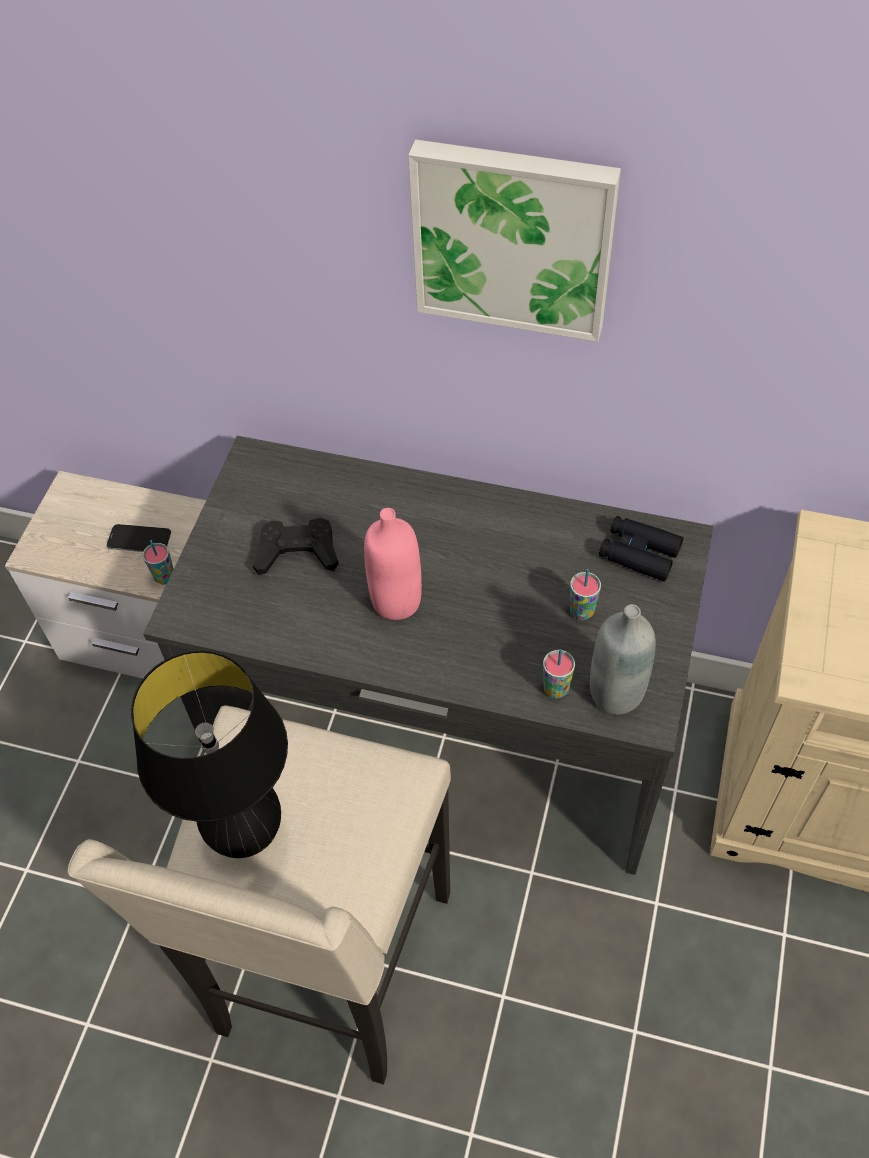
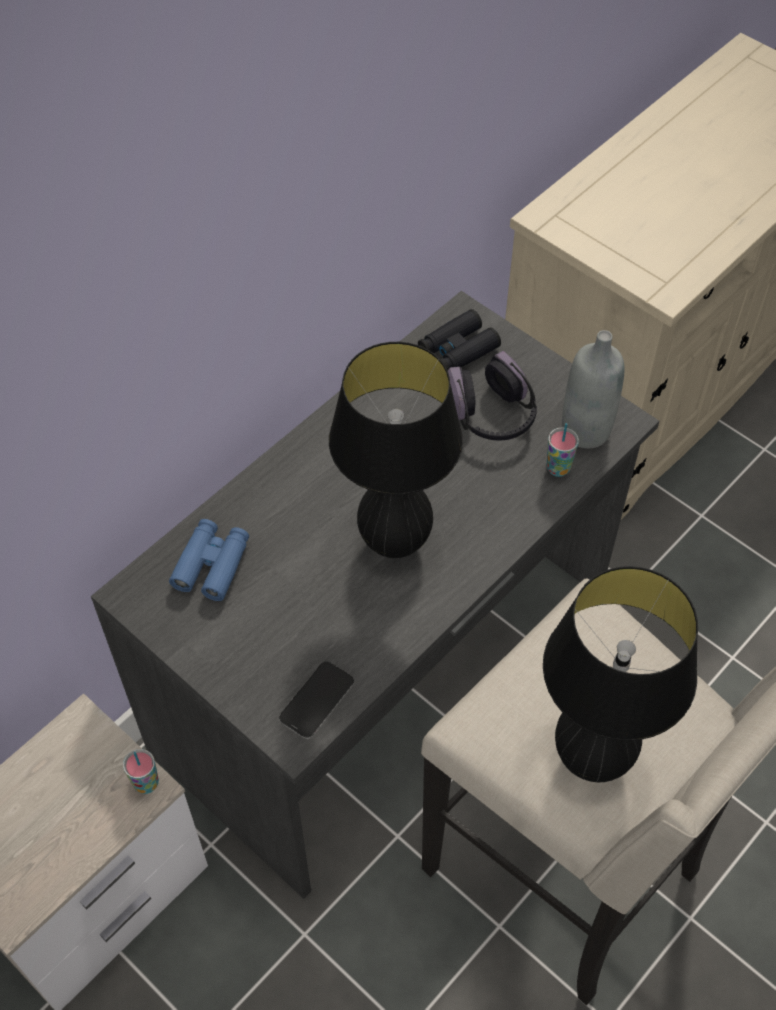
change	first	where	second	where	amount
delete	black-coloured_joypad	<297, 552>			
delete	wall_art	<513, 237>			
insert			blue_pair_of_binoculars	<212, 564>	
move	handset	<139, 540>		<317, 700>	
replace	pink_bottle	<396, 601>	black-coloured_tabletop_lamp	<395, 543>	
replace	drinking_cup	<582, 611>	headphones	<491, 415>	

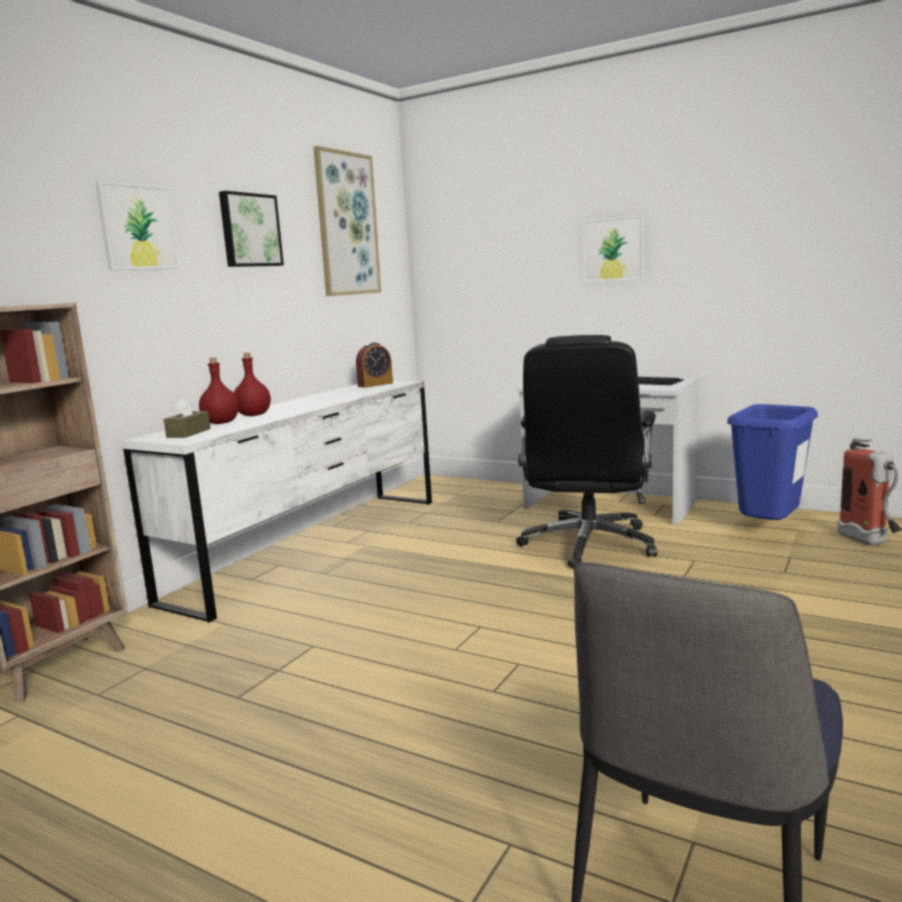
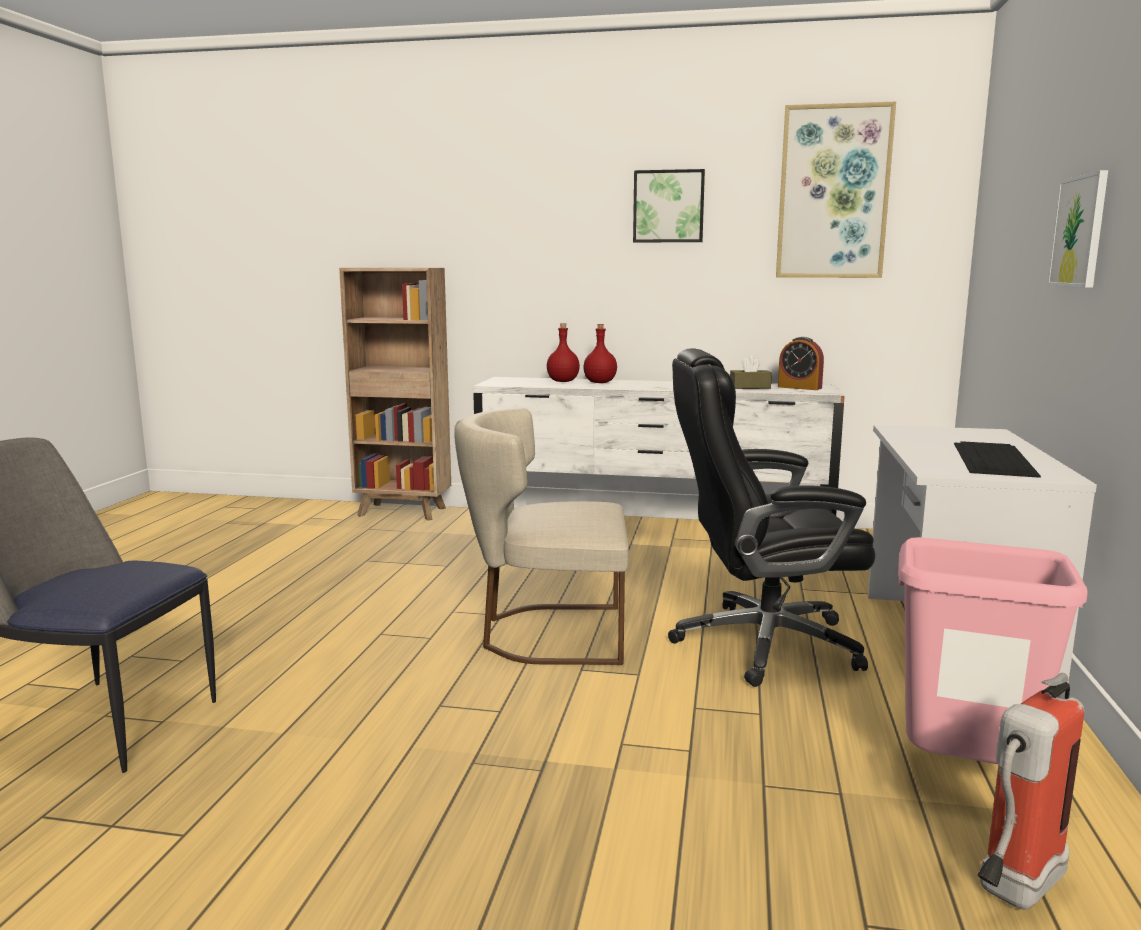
change	first	where	second	where	amount
delete	wall_art	<138, 227>			
insert			beige_upright_chair	<546, 634>	
move	brownish_tissue_holder	<188, 433>		<750, 387>	
recolor	blue_waste_bin	<768, 531>	pink_waste_bin	<961, 777>	

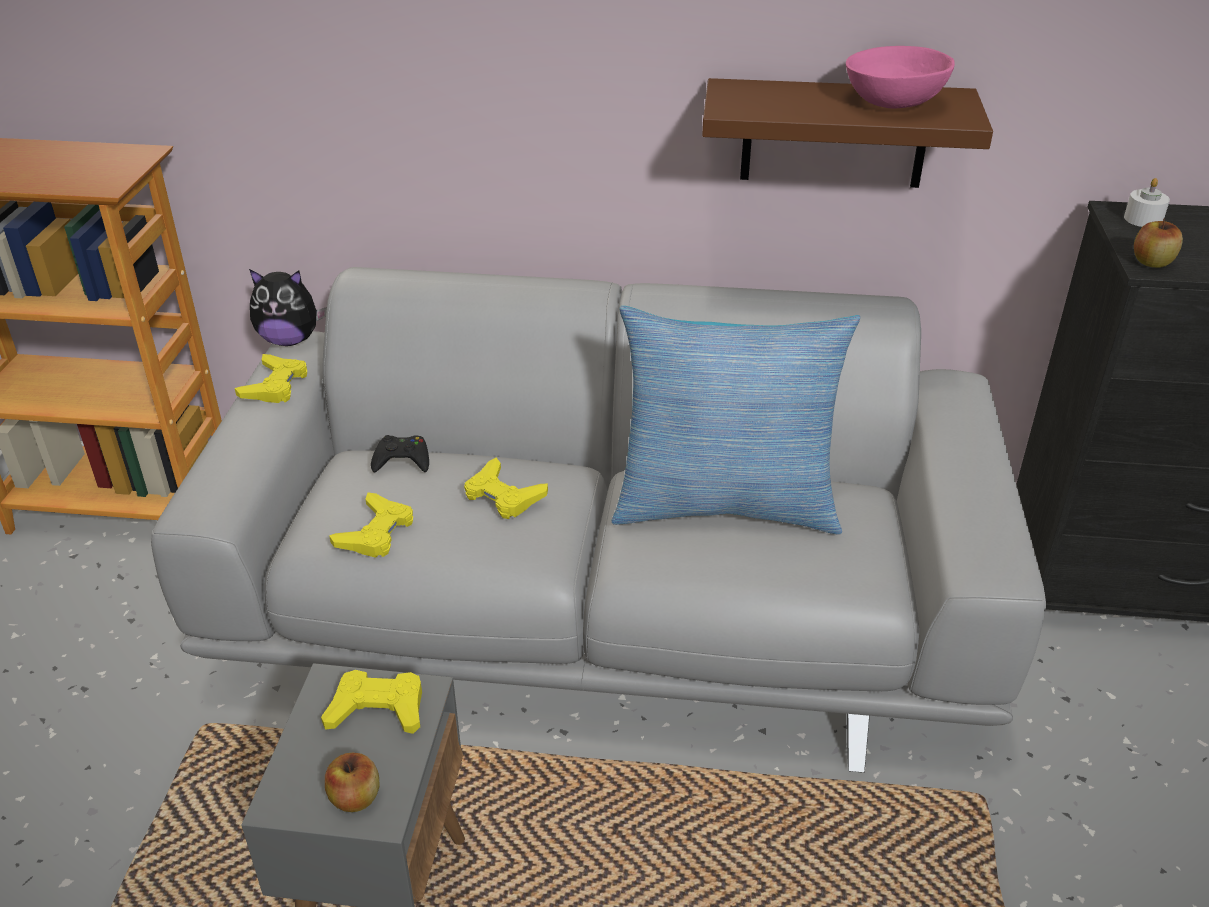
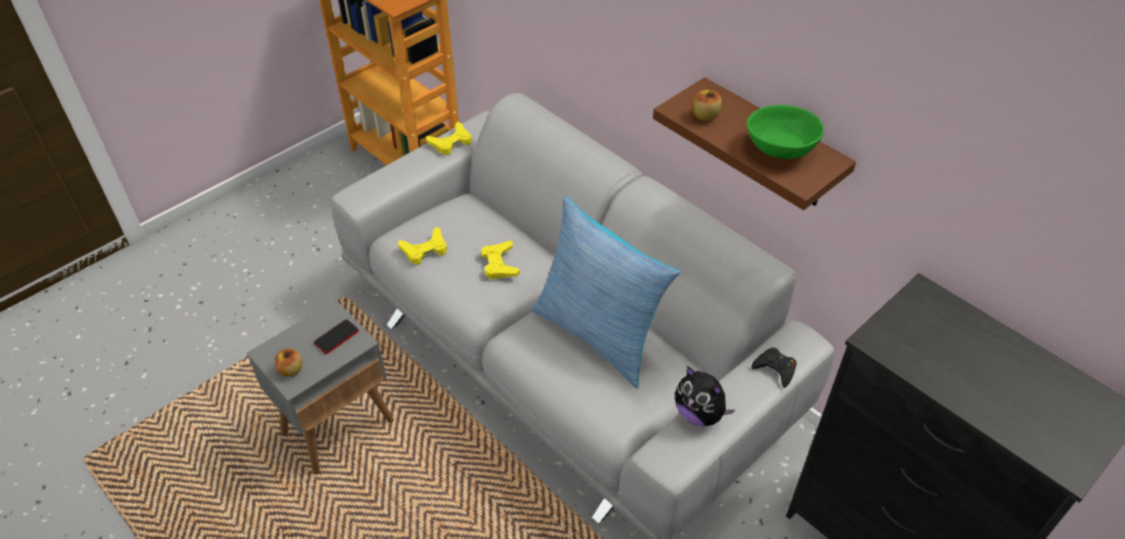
change	first	where	second	where	amount
delete	white-coloured_wax_candle	<1143, 219>			
move	plush_toy	<290, 340>		<699, 414>	
move	black-coloured_joypad	<402, 460>		<775, 369>	
move	whole_apple	<1151, 262>		<705, 116>	
replace	yellow_joypad	<377, 709>	handset	<336, 337>	
recolor	pink_deep_dish	<895, 103>	green-coloured_deep_dish	<781, 149>	

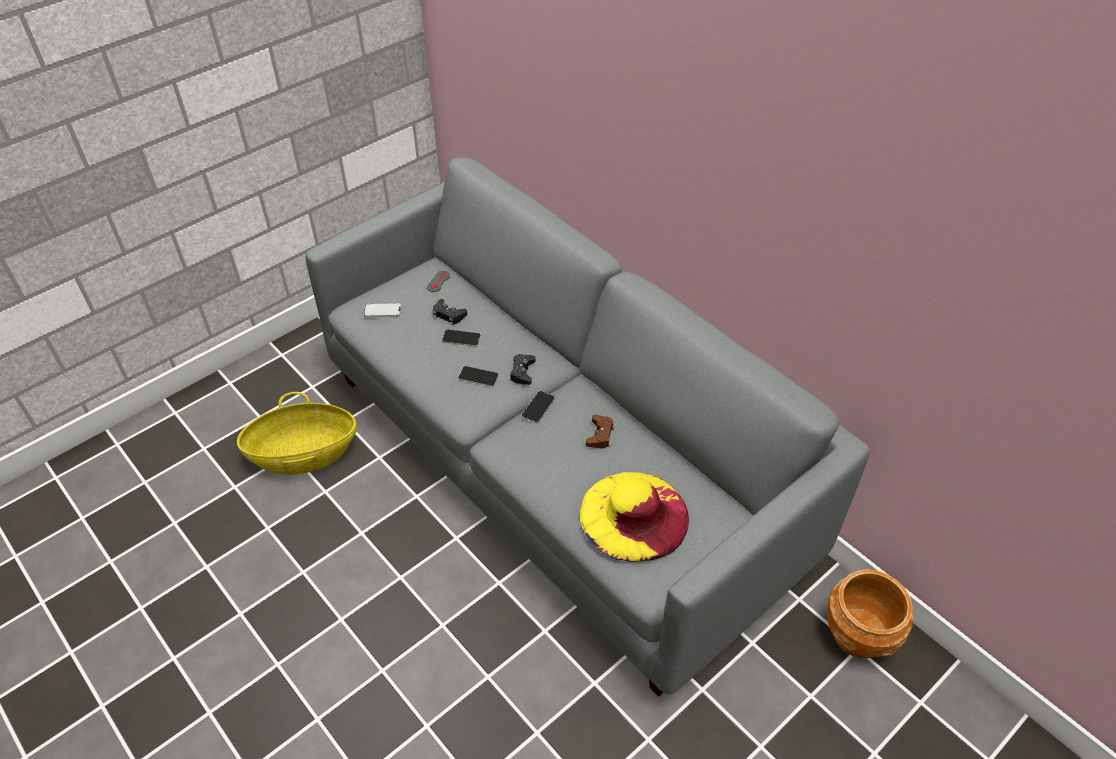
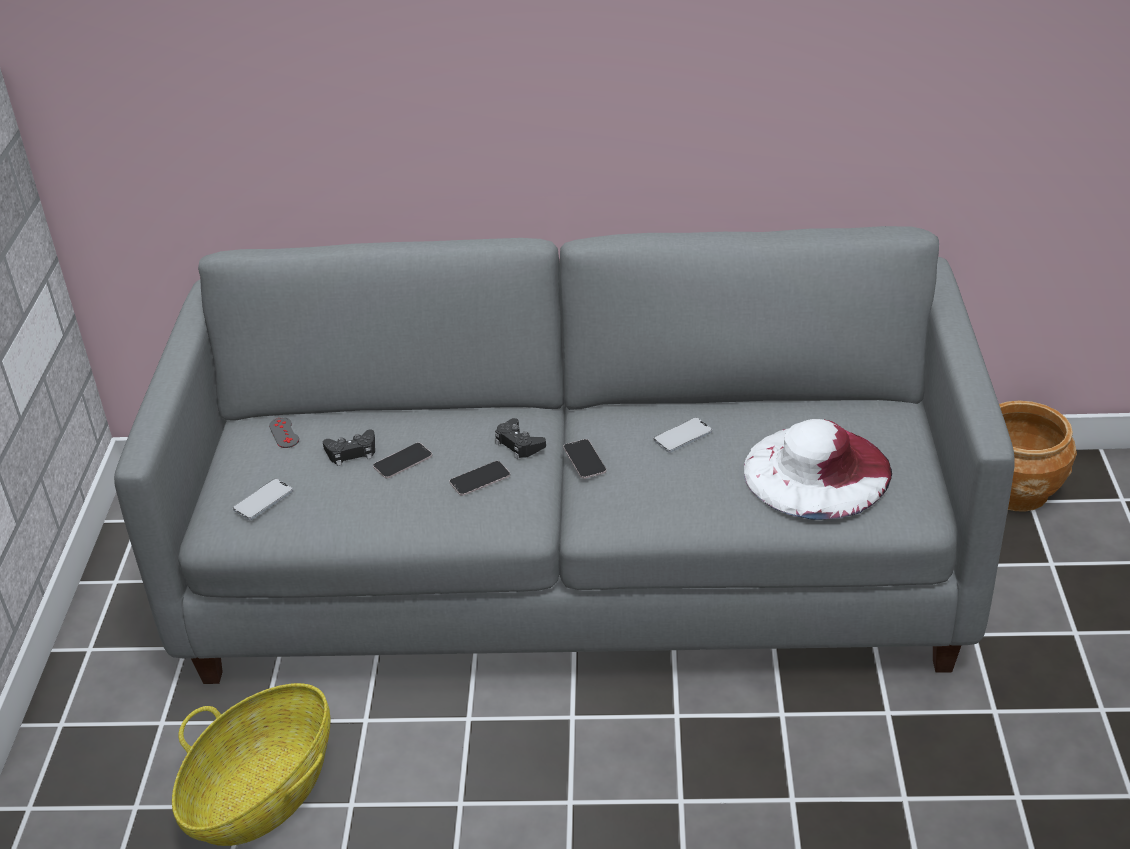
change	first	where	second	where	amount
replace	brownish_joypad	<600, 435>	handset	<683, 436>	
recolor	yellow_clothing_hat	<633, 515>	white-coloured_clothing_hat	<817, 471>	

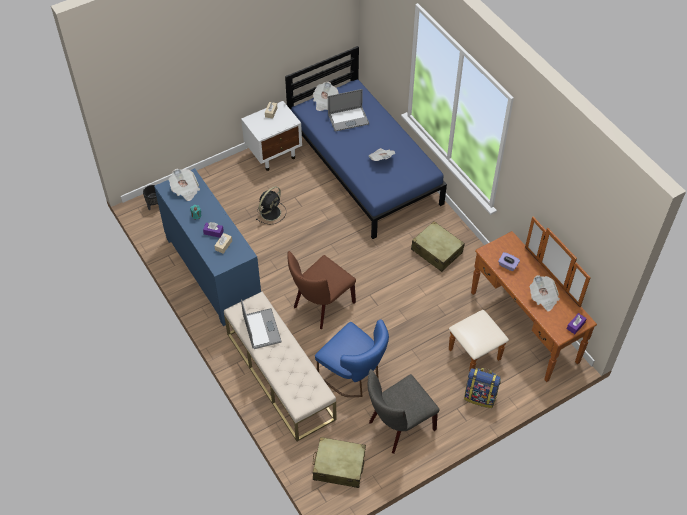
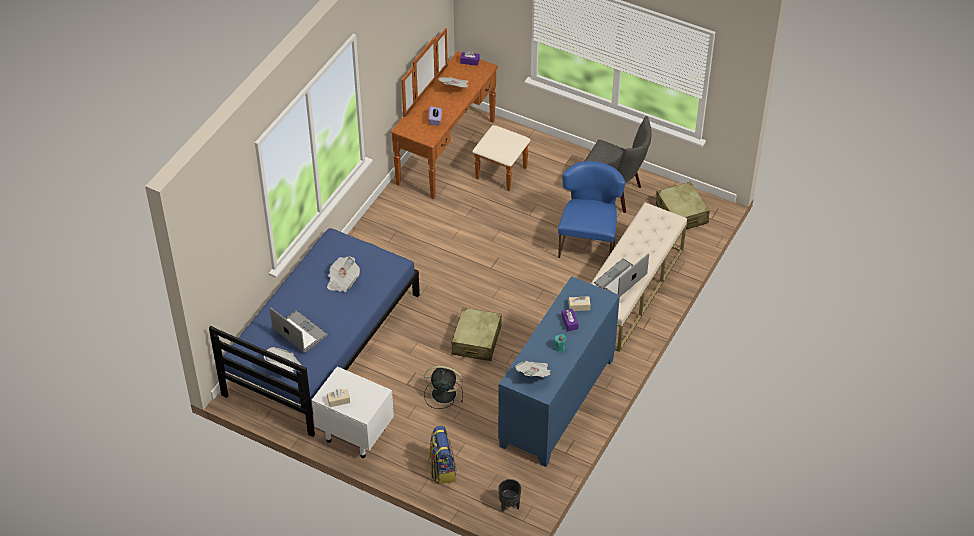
change	first	where	second	where	amount
delete	brownish_upright_chair	<321, 306>			
move	beige_suitcase	<436, 251>		<476, 341>	
move	backpack	<480, 396>		<442, 469>	

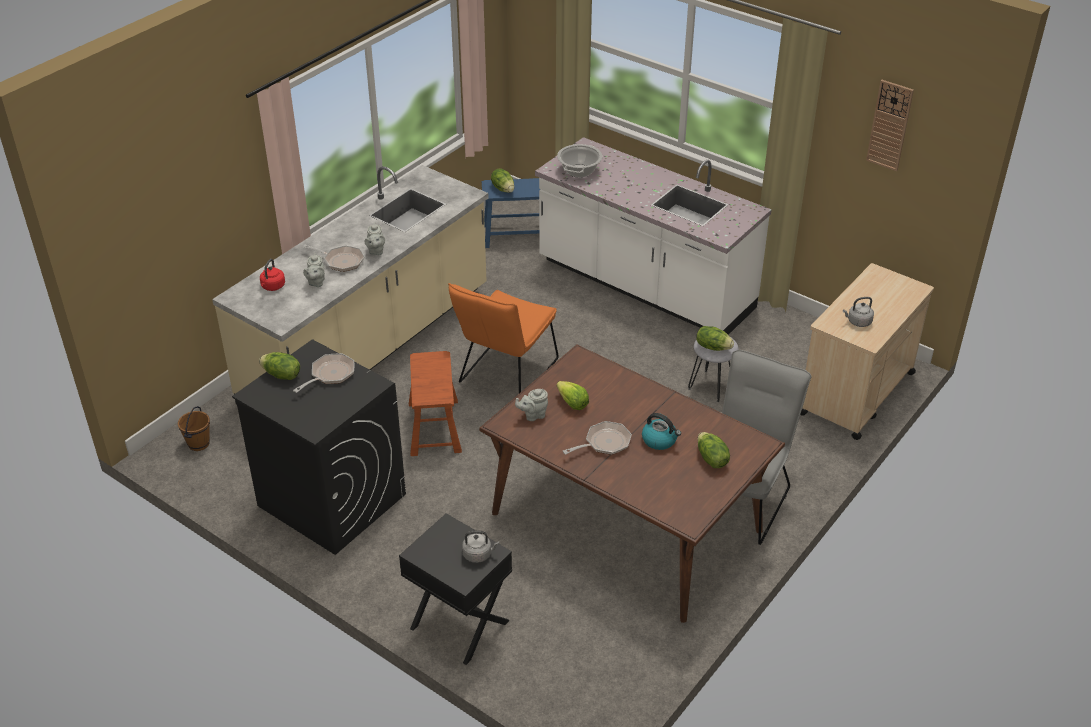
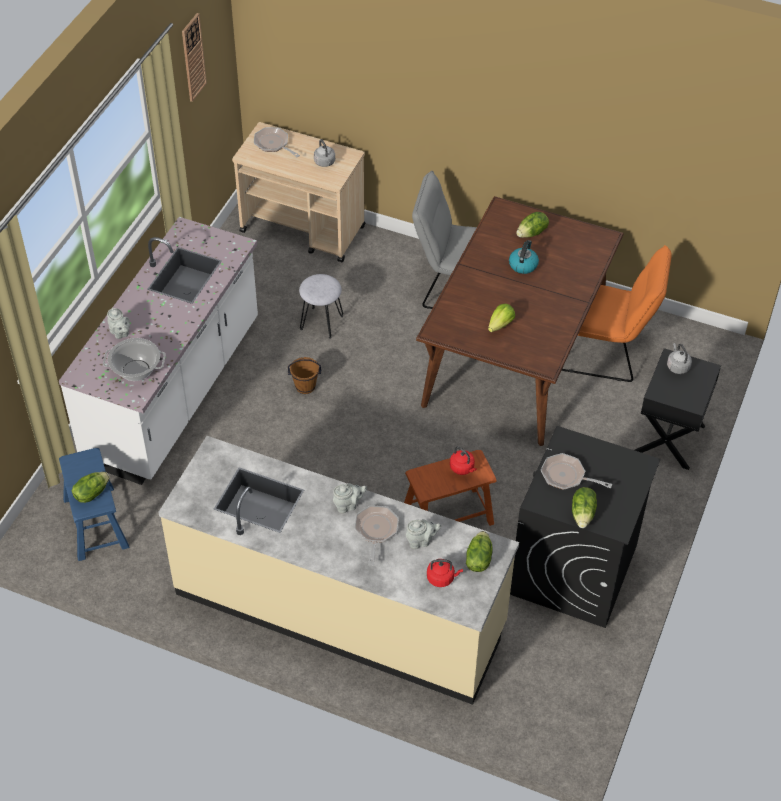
change	first	where	second	where	amount
insert			red-coloured_tea_kettle	<463, 468>	
move	brownish_pail	<198, 444>		<305, 387>	
move	orange-coloured_upright_chair	<505, 375>		<604, 352>	
move	greyish_teapot	<533, 415>		<120, 333>	
move	frying_pan	<604, 443>		<273, 144>	
move	head_of_lettuce	<713, 347>		<478, 559>	

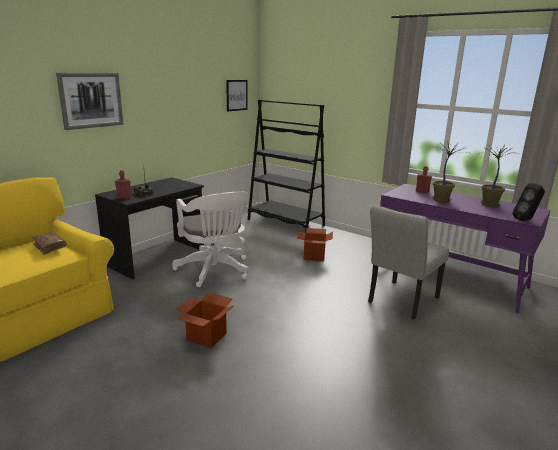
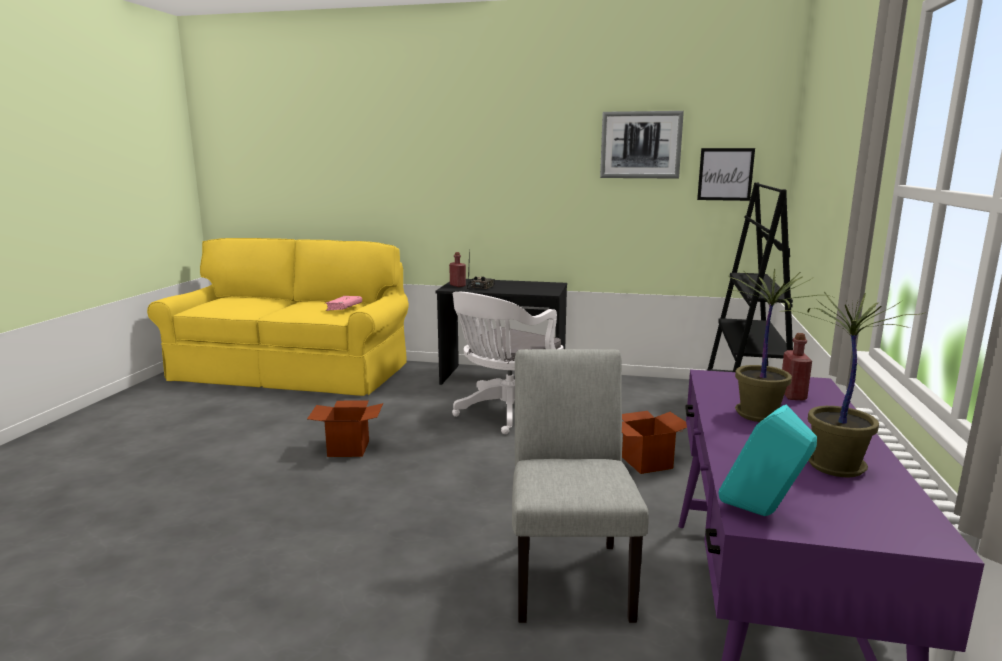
change	first	where	second	where	amount
move	wall_art	<91, 100>		<640, 145>	
recolor	brownish_volume	<50, 246>	pink_volume	<344, 308>	
recolor	black-coloured_audio_speaker	<526, 220>	turquoise_audio_speaker	<762, 514>	
rotate	greyish_upright_chair	<400, 302>		<569, 573>	75 degrees clockwise

